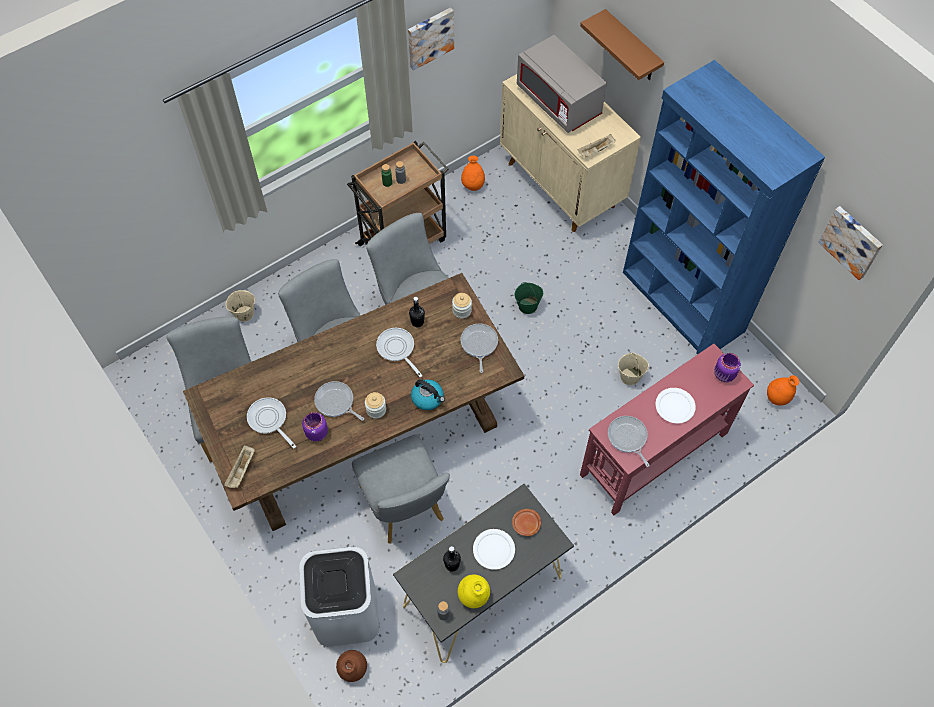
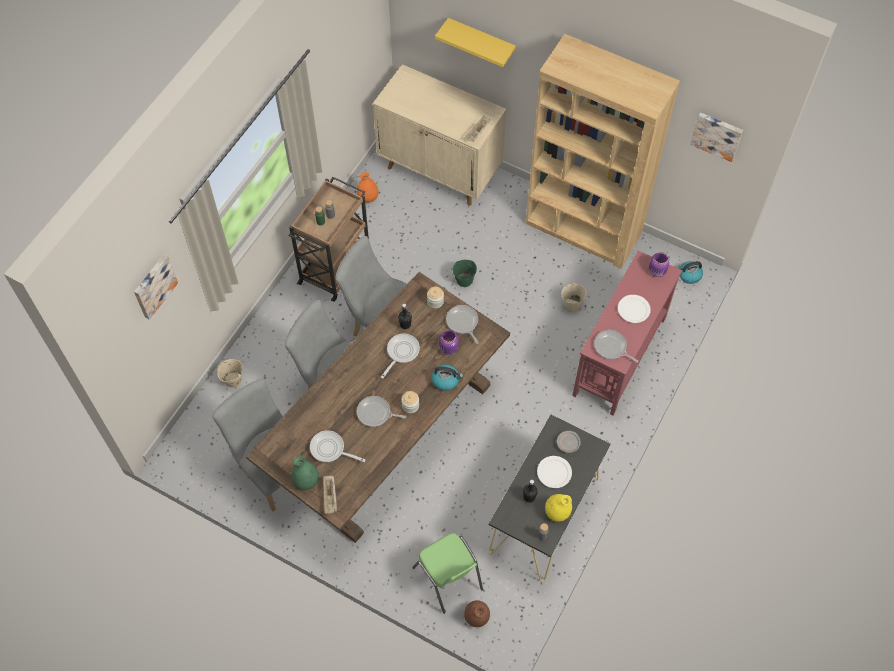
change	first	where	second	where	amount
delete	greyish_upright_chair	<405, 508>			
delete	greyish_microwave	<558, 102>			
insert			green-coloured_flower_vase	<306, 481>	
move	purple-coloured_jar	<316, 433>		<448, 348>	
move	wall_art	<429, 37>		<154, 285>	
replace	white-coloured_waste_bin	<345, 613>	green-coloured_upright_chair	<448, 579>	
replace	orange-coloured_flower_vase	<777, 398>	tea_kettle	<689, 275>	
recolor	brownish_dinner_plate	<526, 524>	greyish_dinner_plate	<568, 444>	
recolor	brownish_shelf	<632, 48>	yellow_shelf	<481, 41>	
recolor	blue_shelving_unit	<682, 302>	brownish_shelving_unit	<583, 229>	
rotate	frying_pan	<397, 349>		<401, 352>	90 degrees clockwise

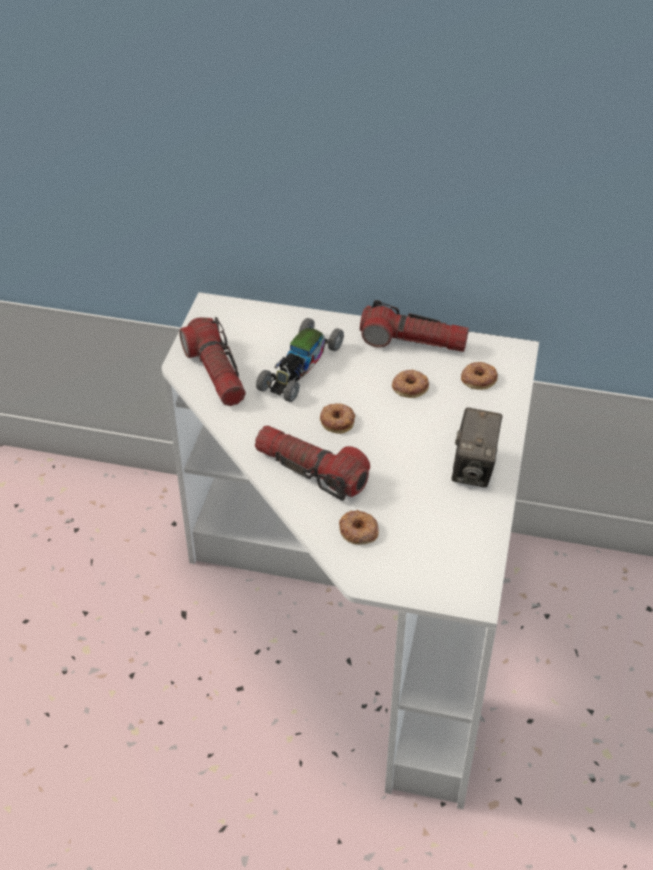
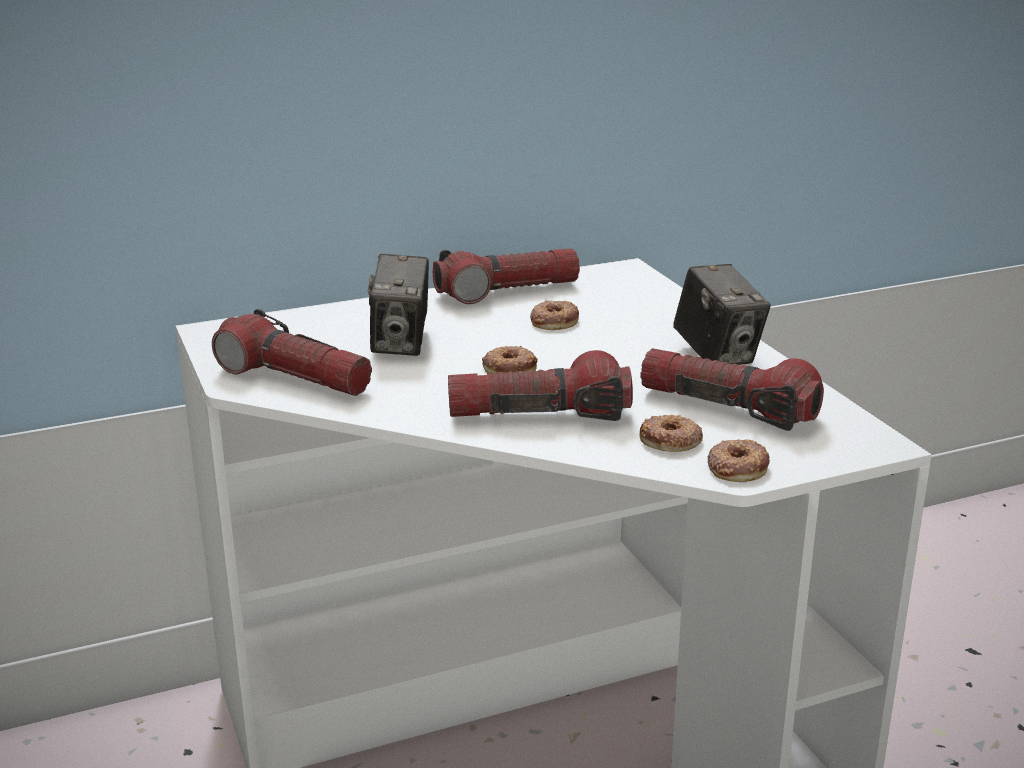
change	first	where	second	where	amount
insert			flashlight	<728, 407>	
move	doughnut	<478, 378>		<737, 467>	
replace	toy_car	<300, 367>	photo_camera	<401, 343>	

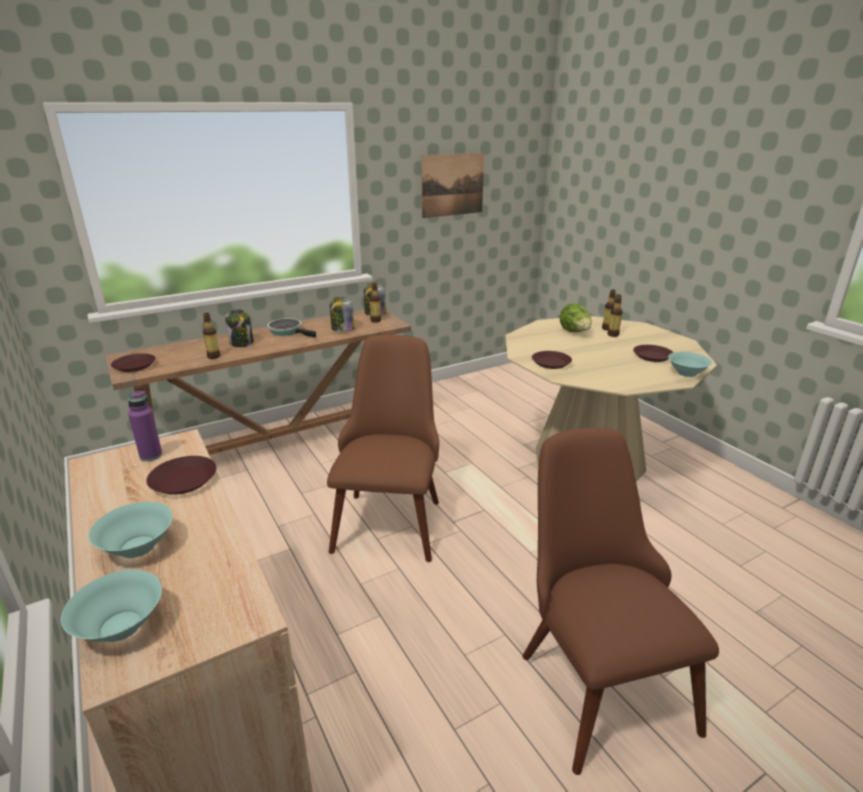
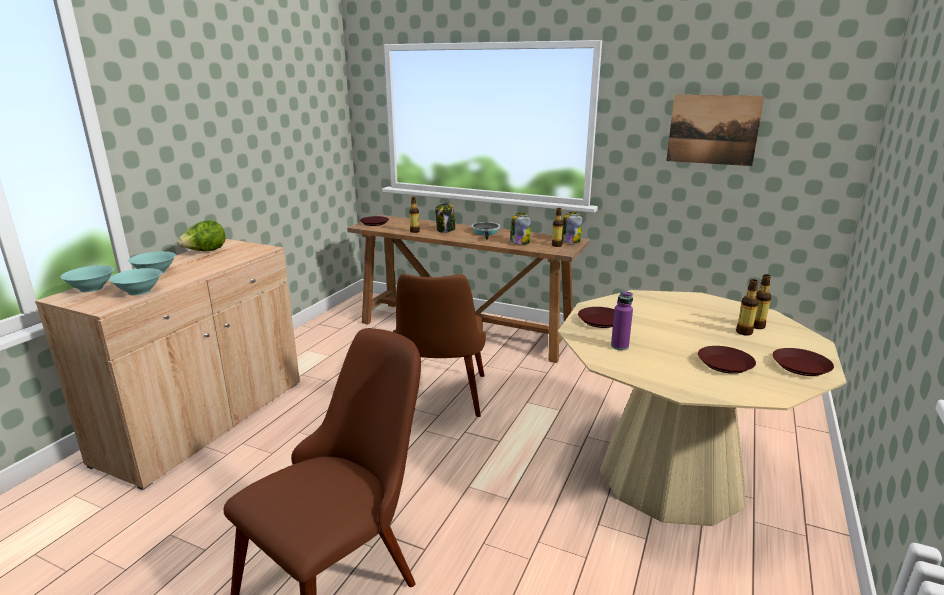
change	first	where	second	where	amount
move	purple-coloured_bottle	<151, 455>		<619, 346>	
move	brownish_dinner_plate	<183, 481>		<800, 366>	
move	head_of_lettuce	<575, 332>		<205, 252>	
move	turquoise_deep_dish	<687, 373>		<139, 291>	
rotate	brownish_upright_chair	<390, 515>		<440, 401>	120 degrees clockwise

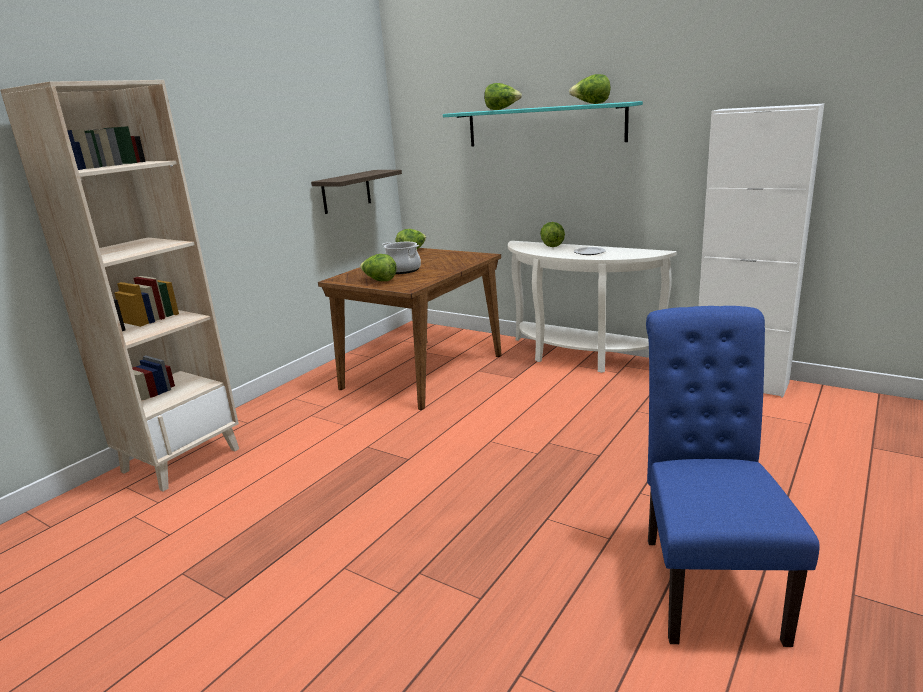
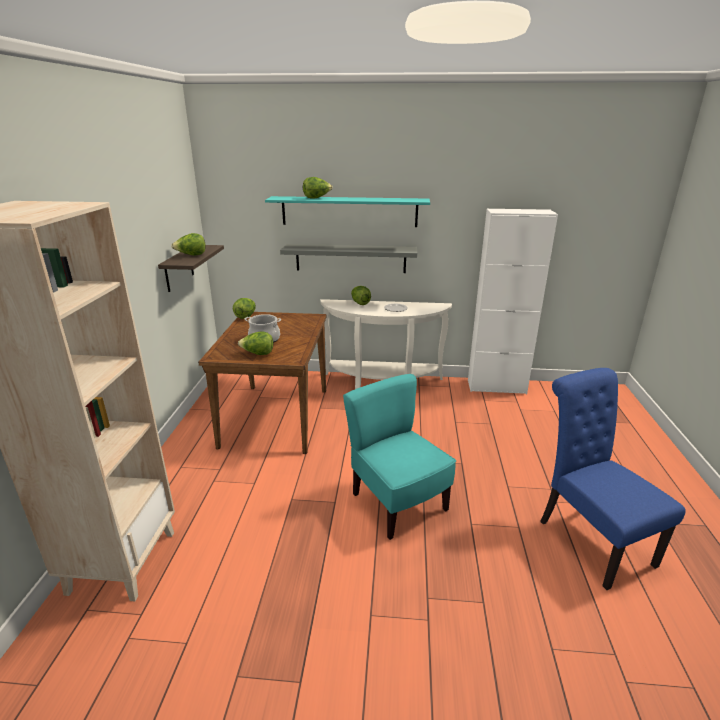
change	first	where	second	where	amount
insert			greyish_shelf	<350, 258>	
insert			turquoise_upright_chair	<397, 503>	
move	head_of_lettuce	<591, 104>		<191, 255>	

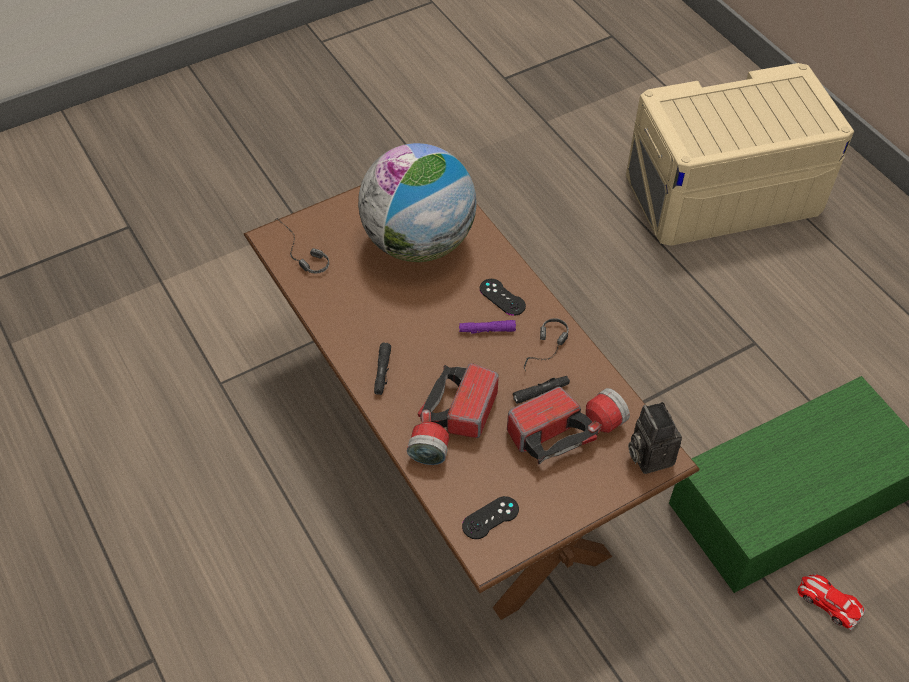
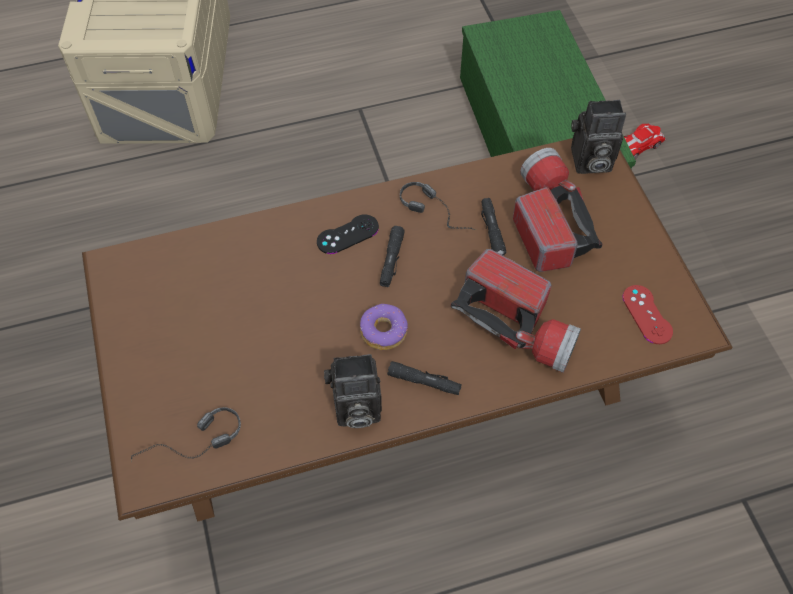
change	first	where	second	where	amount
delete	globe	<418, 242>			
insert			photo_camera	<354, 409>	
insert			doughnut	<383, 331>	
recolor	purple-coloured_flashlight	<487, 330>	black-coloured_flashlight	<392, 260>	
recolor	black-coloured_joypad	<490, 518>	red-coloured_joypad	<647, 314>	

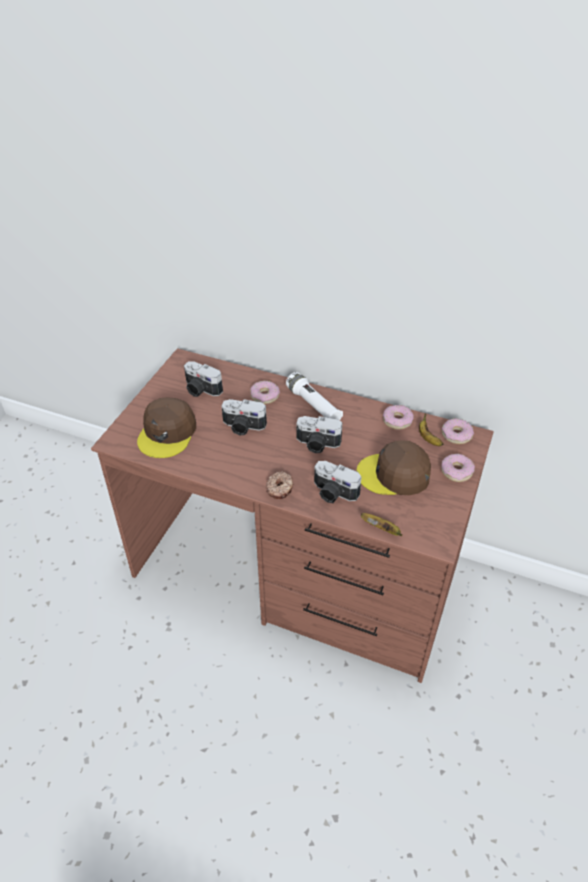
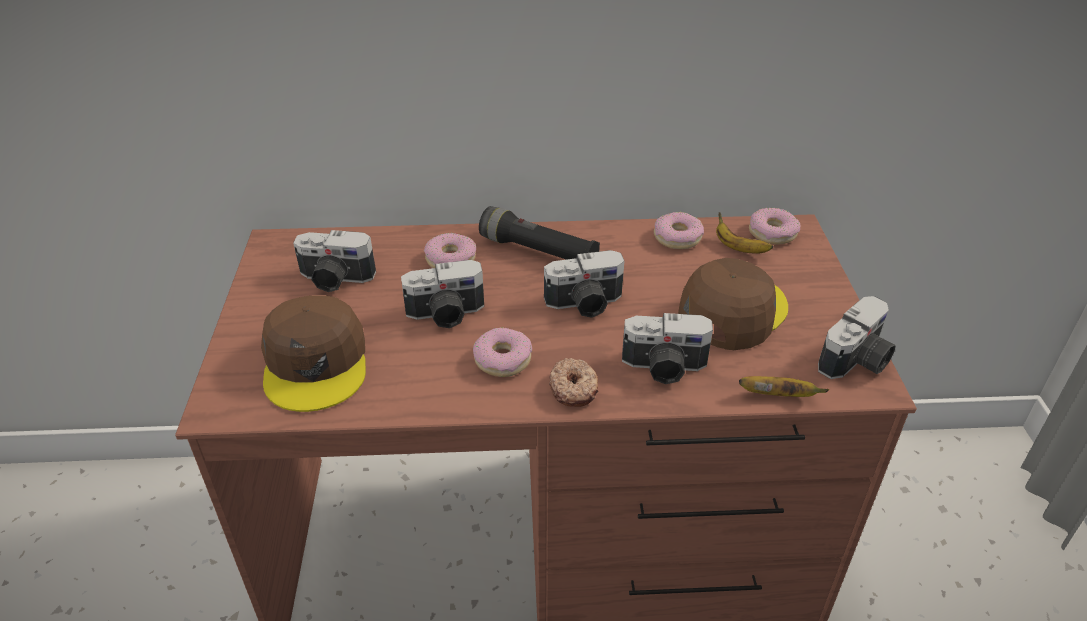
change	first	where	second	where	amount
insert			photo_camera	<857, 361>	
move	doughnut	<456, 471>		<503, 359>	
recolor	white-coloured_flashlight	<313, 405>	black-coloured_flashlight	<538, 251>	
rotate	brownish_cap	<394, 475>		<732, 311>	150 degrees clockwise

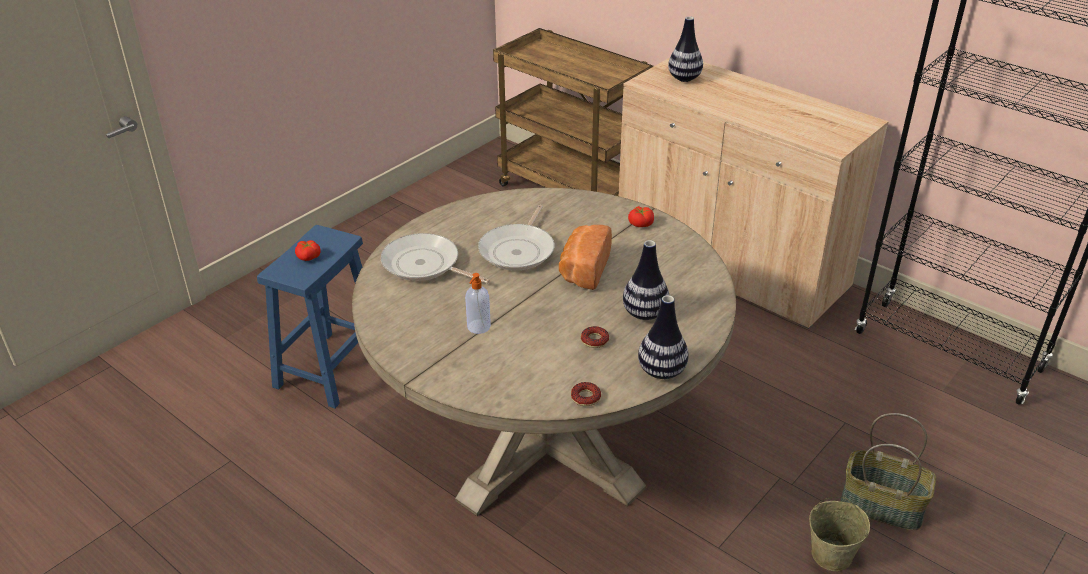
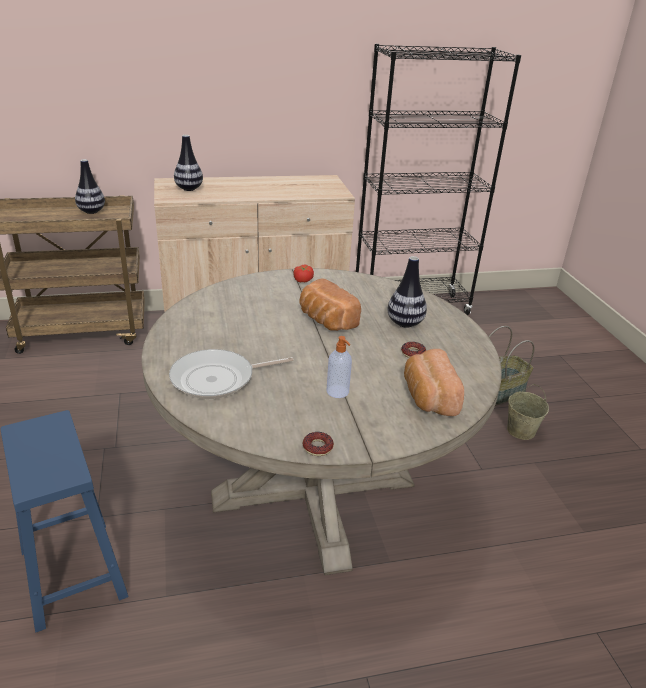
change	first	where	second	where	amount
delete	tomato	<308, 257>			
delete	frying_pan	<518, 250>			
insert			baked_bread	<428, 397>	
move	doughnut	<585, 397>		<317, 447>	
move	flower_vase	<661, 371>		<91, 211>	

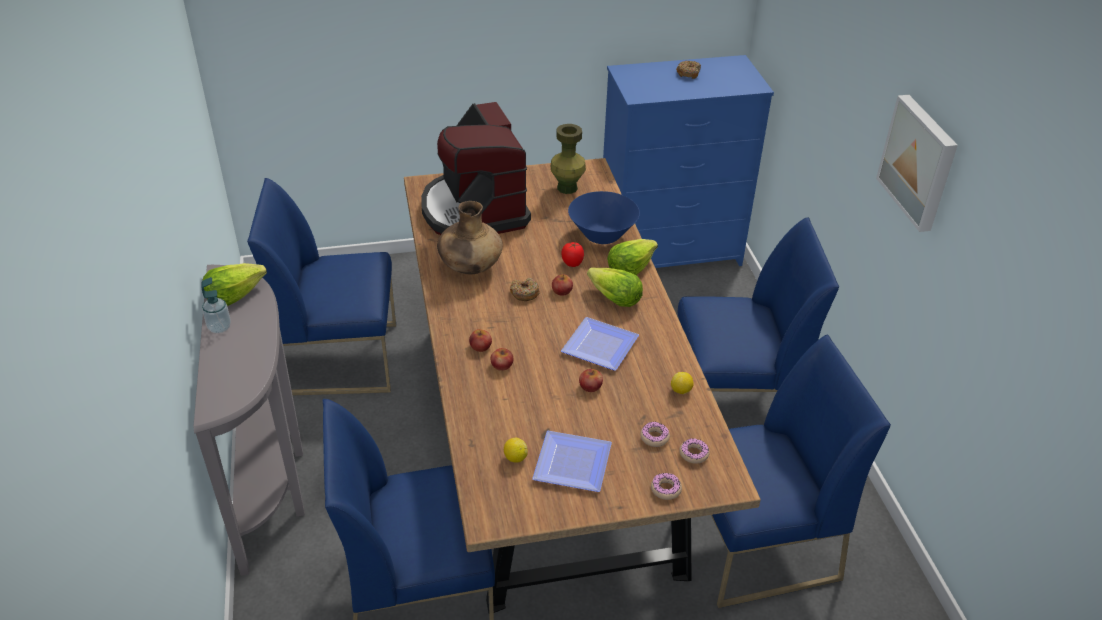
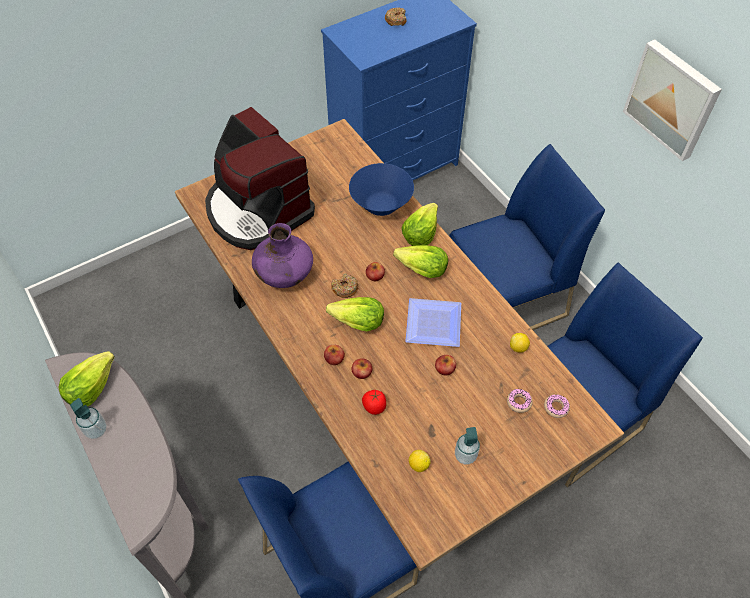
change	first	where	second	where	amount
delete	blue_upright_chair	<340, 357>			
delete	green-coloured_flower_vase	<567, 188>			
delete	doughnut	<666, 489>			
insert			head_of_lettuce	<358, 322>	
move	tomato	<572, 263>		<374, 407>	
replace	dinner_plate	<569, 465>	soap_dispenser	<465, 455>	
recolor	brownish_flower_vase	<470, 267>	purple-coloured_flower_vase	<284, 275>	

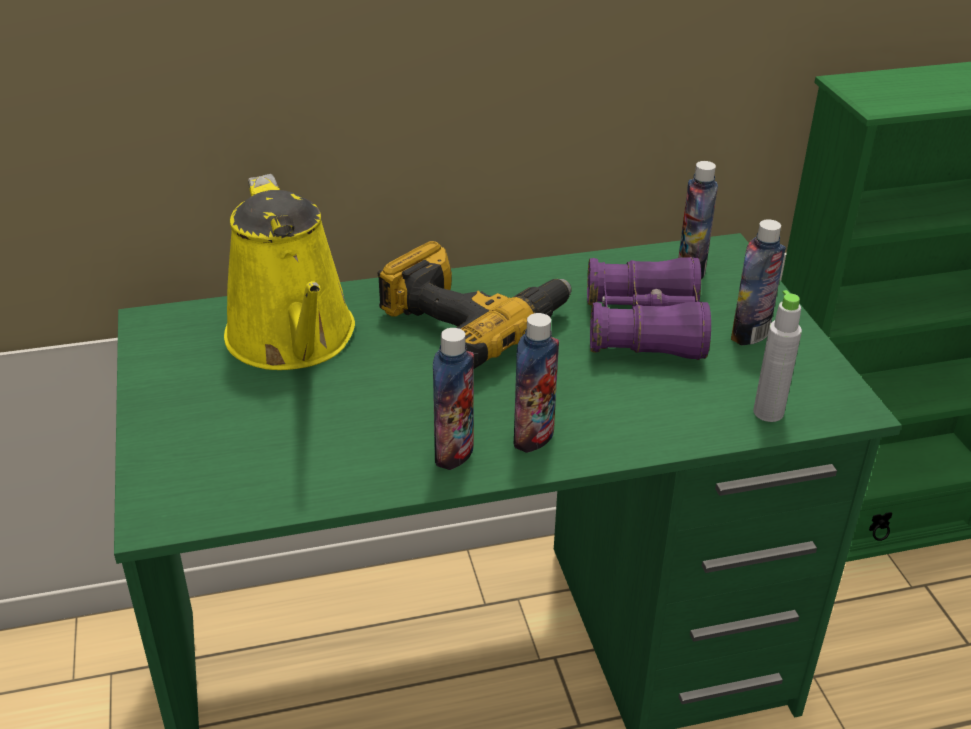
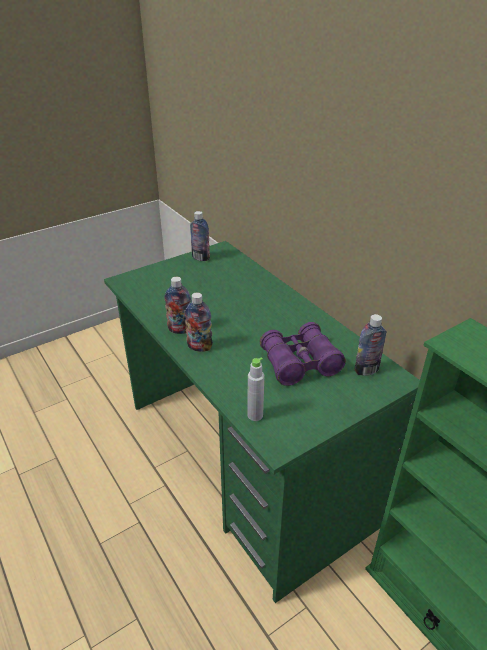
change	first	where	second	where	amount
delete	yellow_watering_can	<294, 340>			
delete	drill	<471, 321>			
move	bottle	<750, 334>		<200, 258>	

